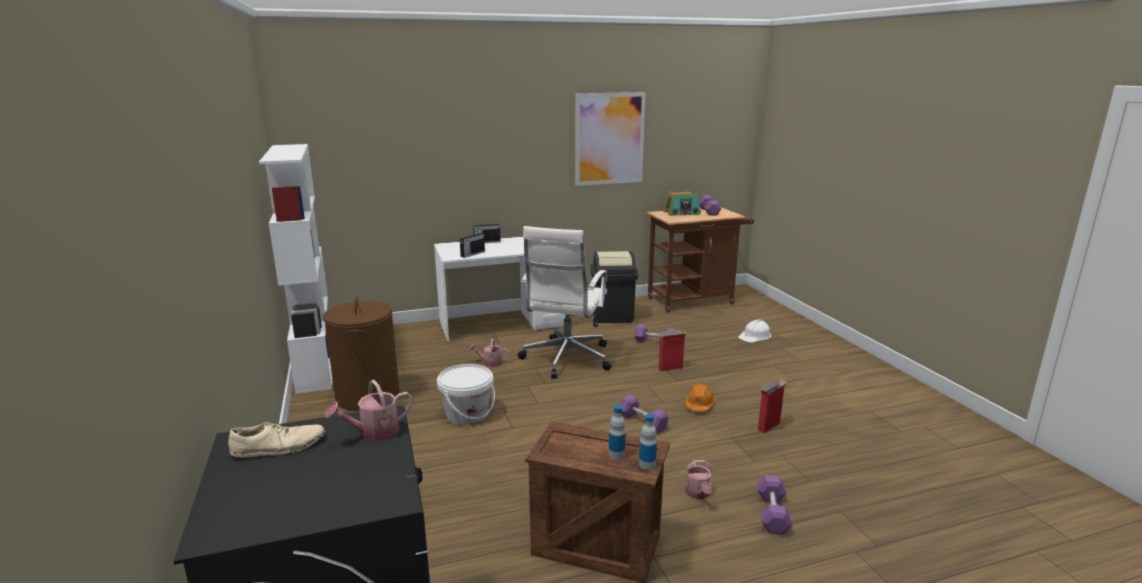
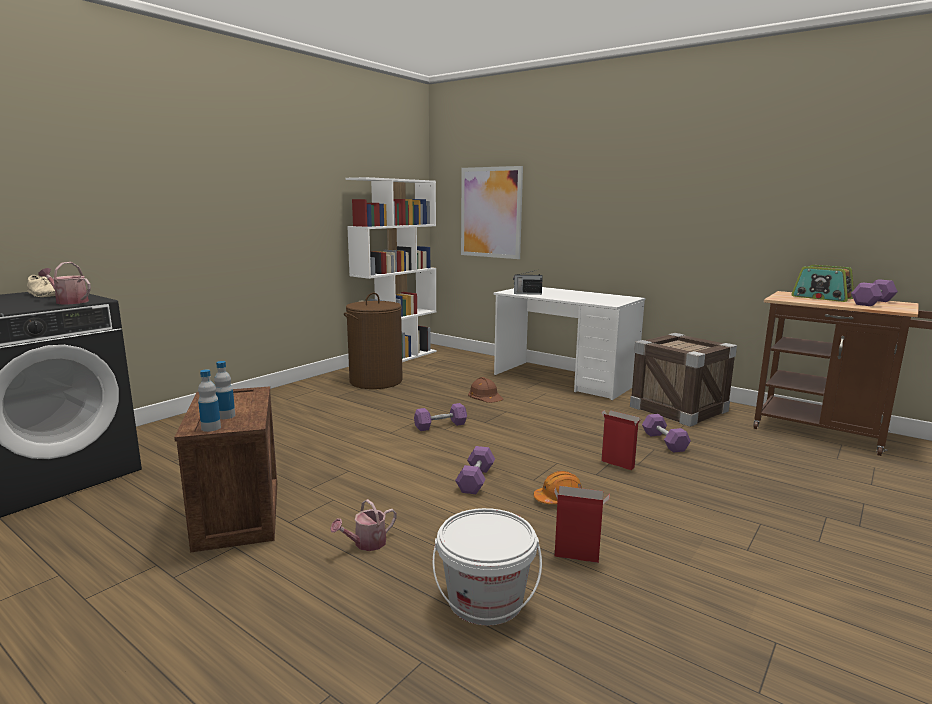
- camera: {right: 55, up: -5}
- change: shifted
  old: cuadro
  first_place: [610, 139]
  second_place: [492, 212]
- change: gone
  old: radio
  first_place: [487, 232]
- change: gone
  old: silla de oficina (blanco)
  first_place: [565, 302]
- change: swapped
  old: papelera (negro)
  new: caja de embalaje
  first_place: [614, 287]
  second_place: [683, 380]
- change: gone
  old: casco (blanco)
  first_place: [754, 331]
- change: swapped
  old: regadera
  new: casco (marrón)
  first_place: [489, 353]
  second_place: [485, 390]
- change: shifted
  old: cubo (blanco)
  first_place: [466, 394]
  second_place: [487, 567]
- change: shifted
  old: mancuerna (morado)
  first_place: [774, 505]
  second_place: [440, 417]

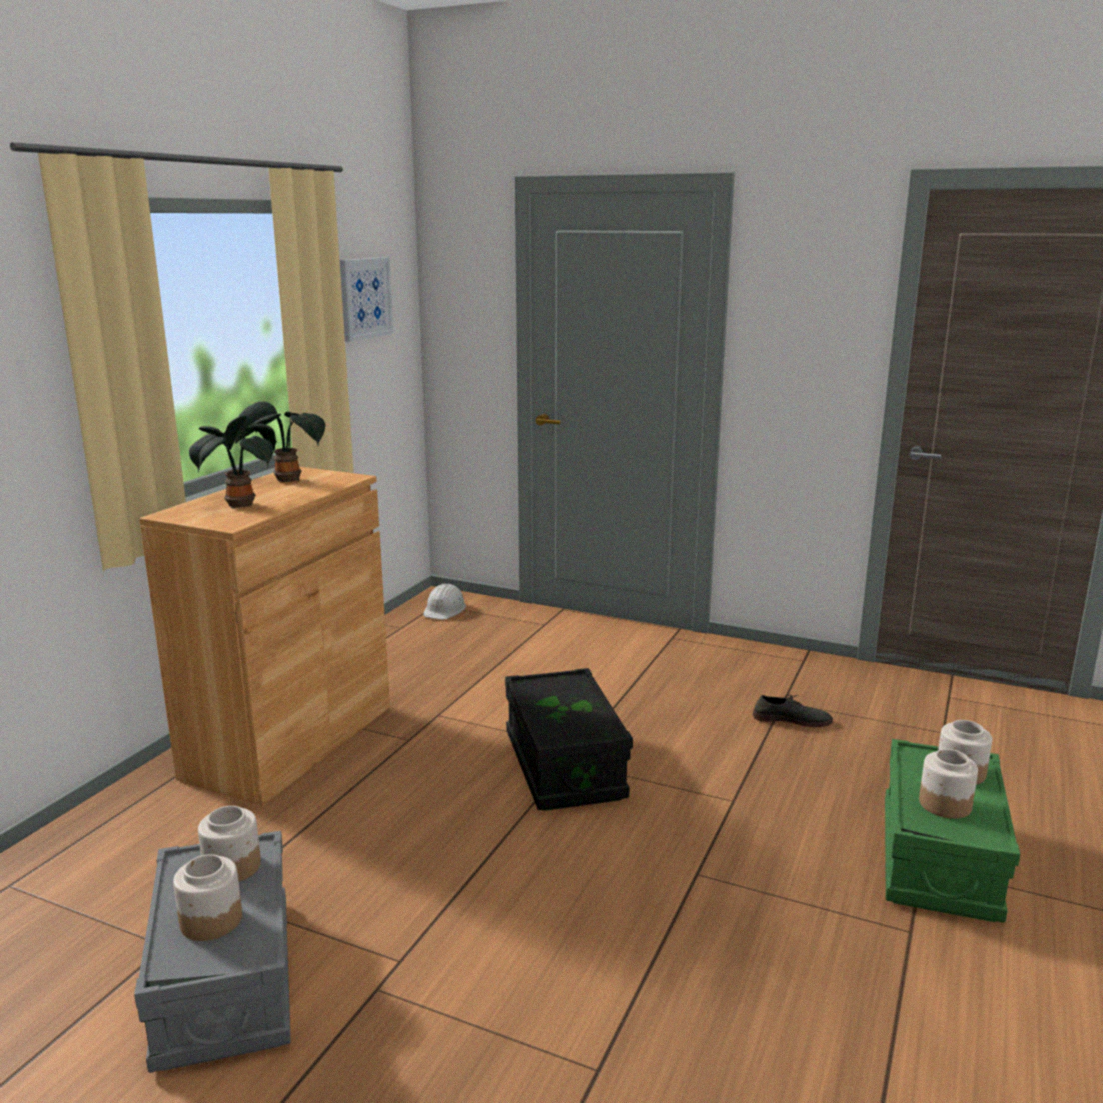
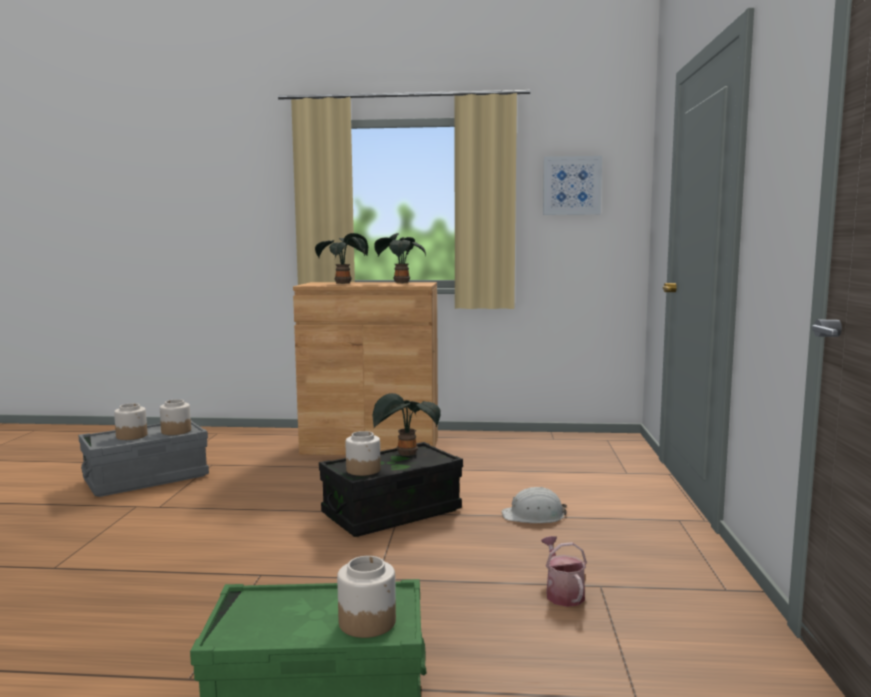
- camera: {right: 70, up: -10}
- change: shifted
  old: casco (blanco)
  first_place: [444, 602]
  second_place: [534, 505]
- change: swapped
  old: zapato (gris)
  new: regadera
  first_place: [793, 710]
  second_place: [564, 571]
- change: shifted
  old: tarro
  first_place: [948, 784]
  second_place: [363, 453]
- change: new
  new: planta en maceta
  second_place: [407, 424]

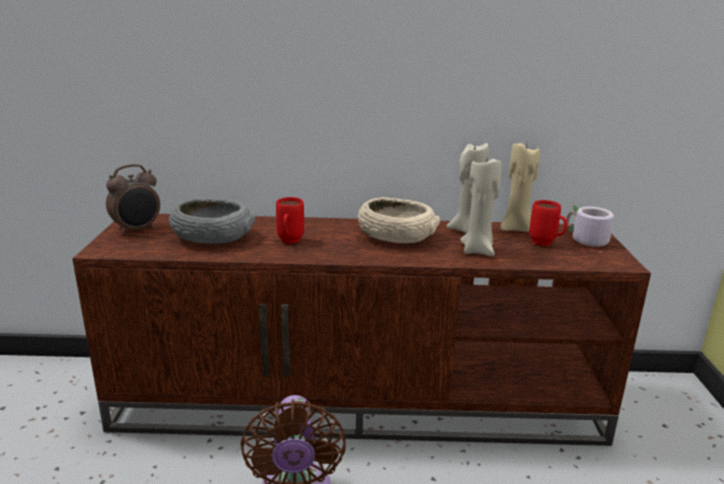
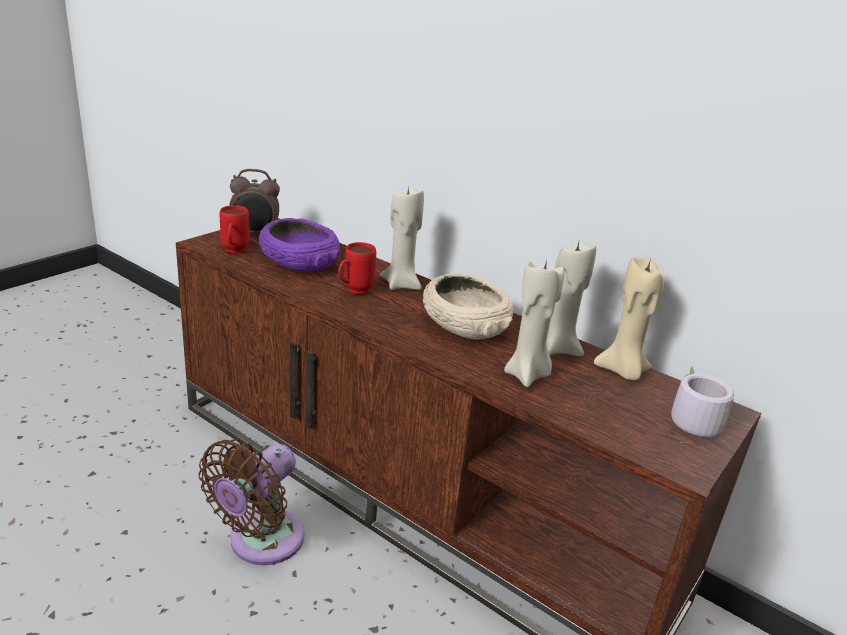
- camera: {right: 35, up: 5}
- change: repainted
  old: cuenco (gris)
  new: cuenco (morado)
  first_place: [212, 221]
  second_place: [299, 245]
- change: shifted
  old: taza grande (rojo)
  first_place: [548, 223]
  second_place: [235, 229]
- change: new
  new: vela (beis)
  second_place: [402, 238]

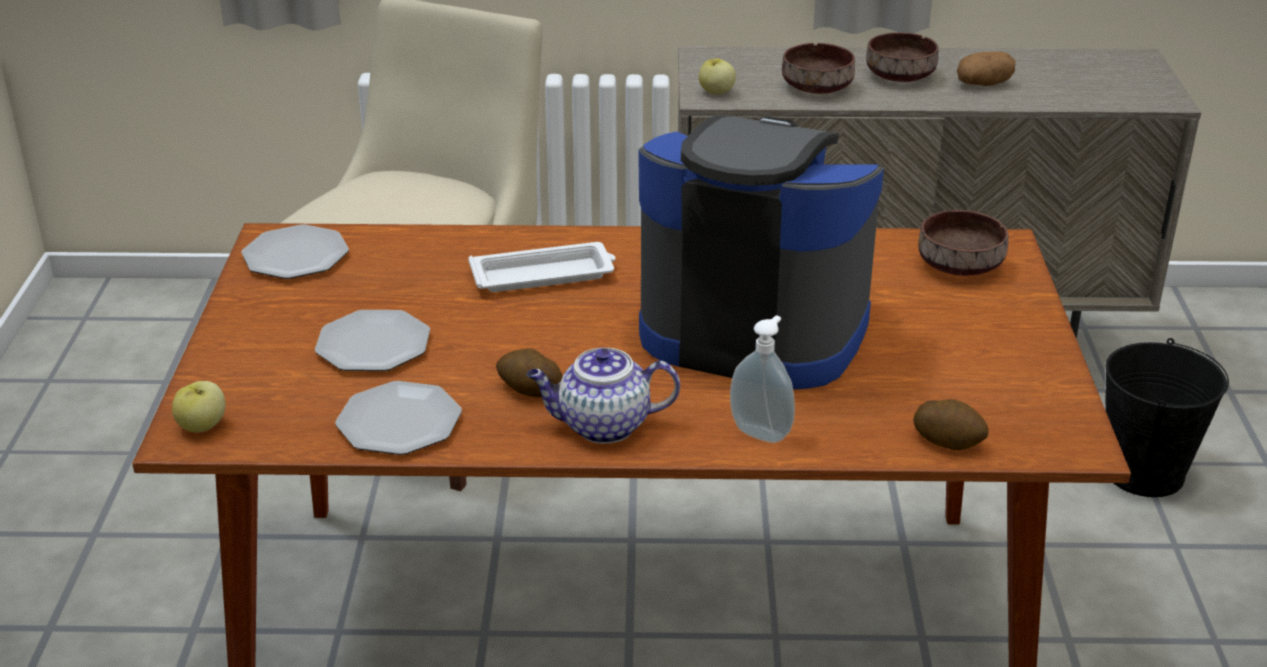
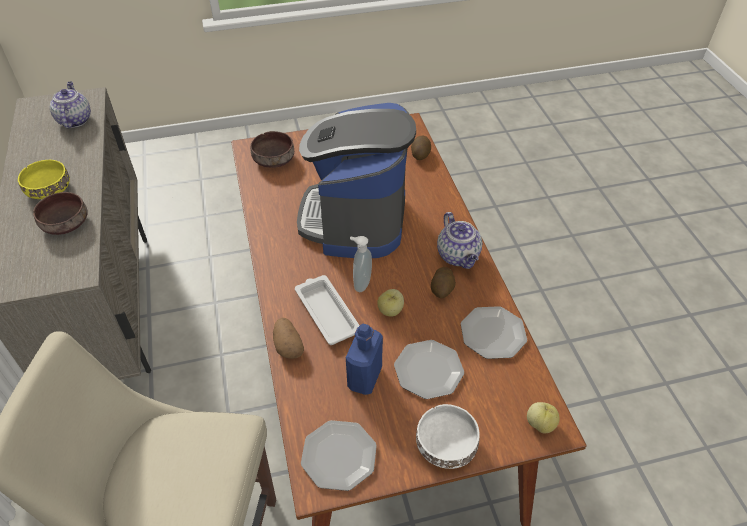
- camera: {right: -105, up: 15}
- change: repainted
  old: cuenco (marrón)
  new: cuenco (amarillo)
  first_place: [902, 57]
  second_place: [44, 179]
- change: shifted
  old: patata
  first_place: [986, 69]
  second_place: [288, 338]
- change: shifted
  old: manzana
  first_place: [717, 77]
  second_place: [390, 303]
- change: shifted
  old: dispensador de jabón
  first_place: [762, 379]
  second_place: [361, 264]
- change: gone
  old: cubo (negro)
  first_place: [1167, 417]
- change: new
  new: tetera
  second_place: [70, 105]
- change: new
  new: botella (azul)
  second_place: [364, 359]
- change: new
  new: cuenco (blanco)
  second_place: [448, 436]

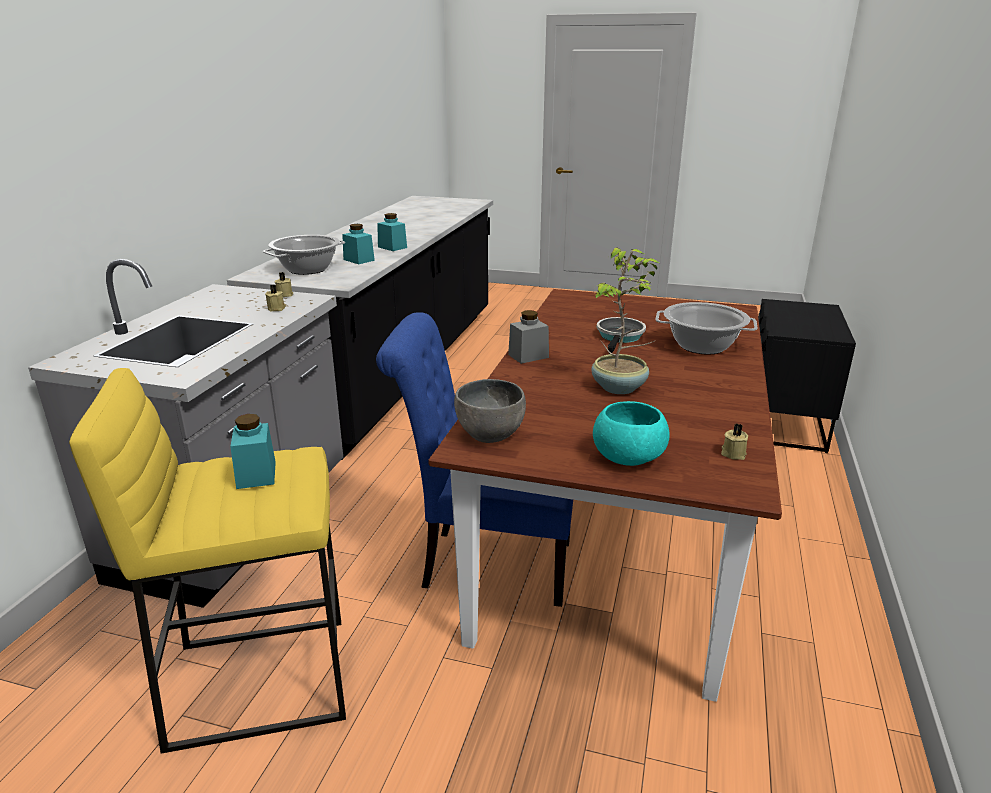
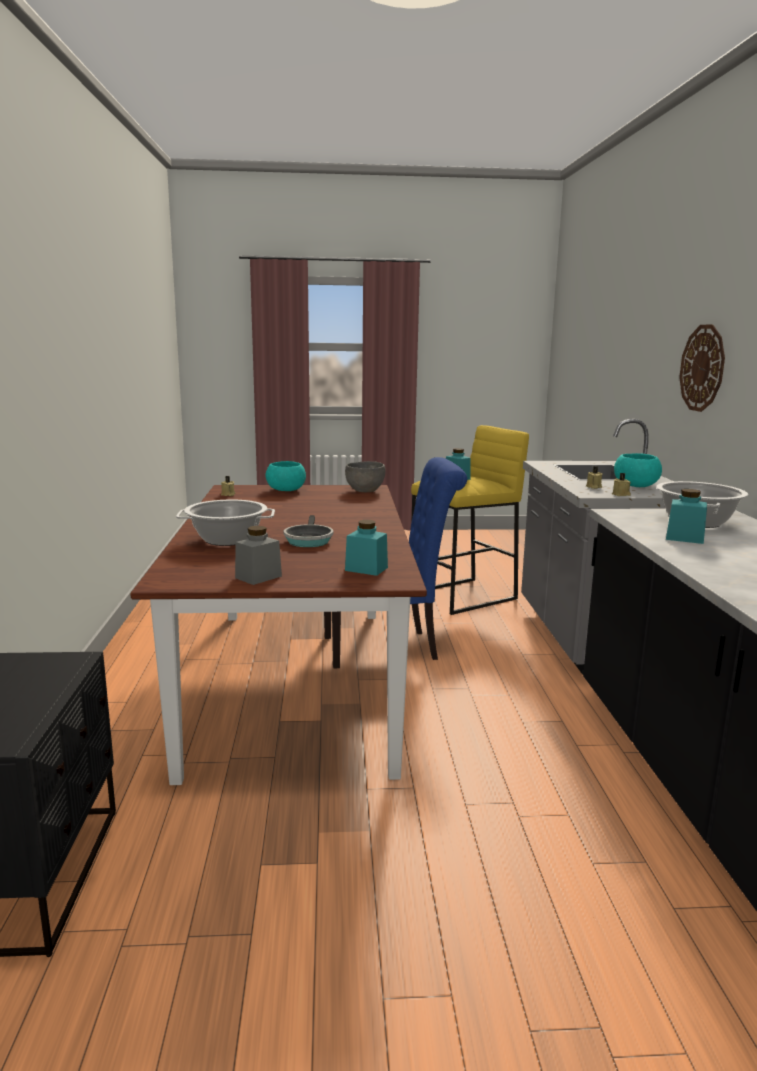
- camera: {right: 160, up: -10}
- change: shifted
  old: tarro (turquesa)
  first_place: [392, 232]
  second_place: [366, 548]
- change: gone
  old: planta en maceta
  first_place: [626, 320]
- change: shifted
  old: tarro (gris)
  first_place: [528, 337]
  second_place: [258, 555]
- change: new
  new: reloj de pared
  second_place: [702, 368]
- change: new
  new: cuenco (turquesa)
  second_place: [638, 470]

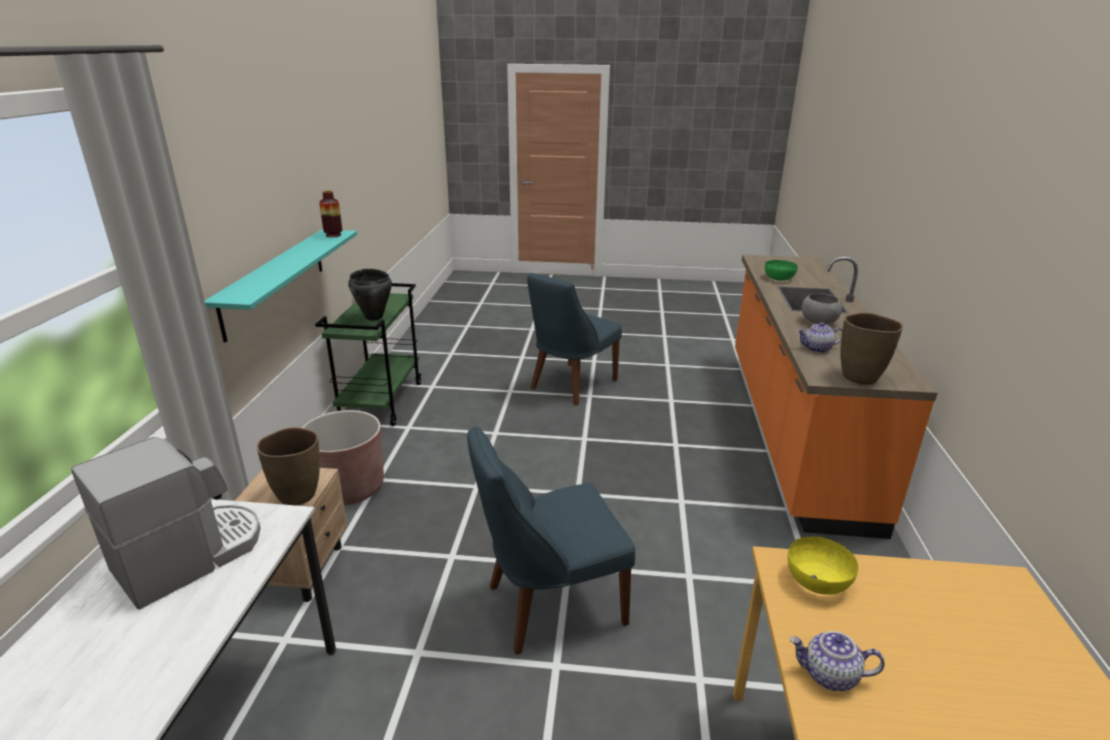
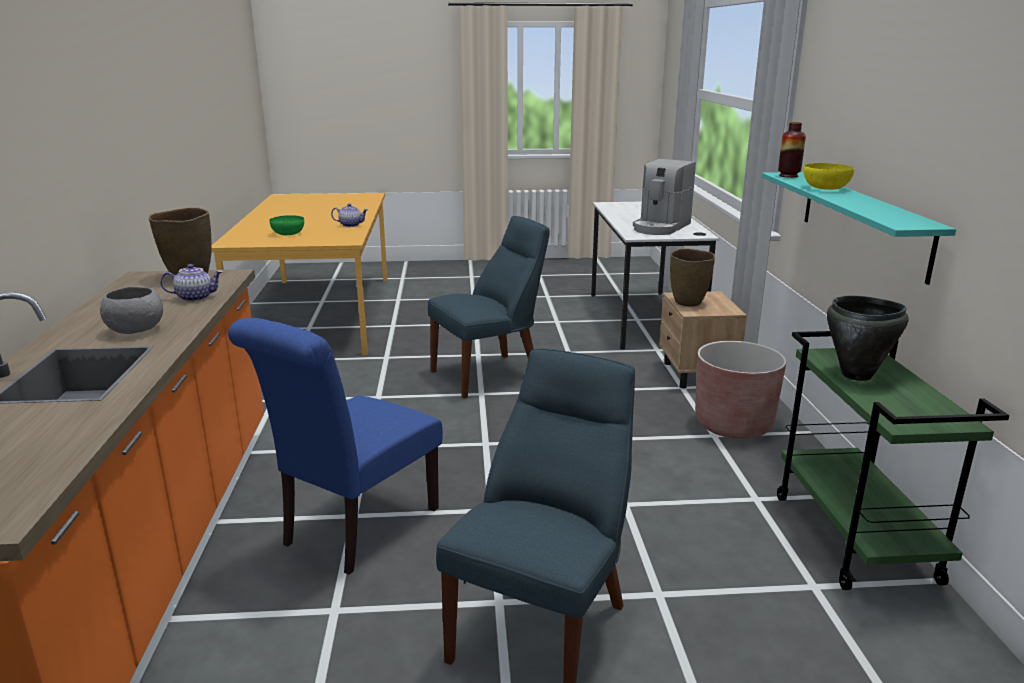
- camera: {right: 170, up: -5}
- change: shifted
  old: florero
  first_place: [330, 214]
  second_place: [792, 150]
- change: shifted
  old: cuenco (verde)
  first_place: [781, 270]
  second_place: [286, 225]
- change: shifted
  old: cuenco (amarillo)
  first_place: [823, 566]
  second_place: [829, 176]
- change: new
  new: silla (azul)
  second_place: [335, 446]

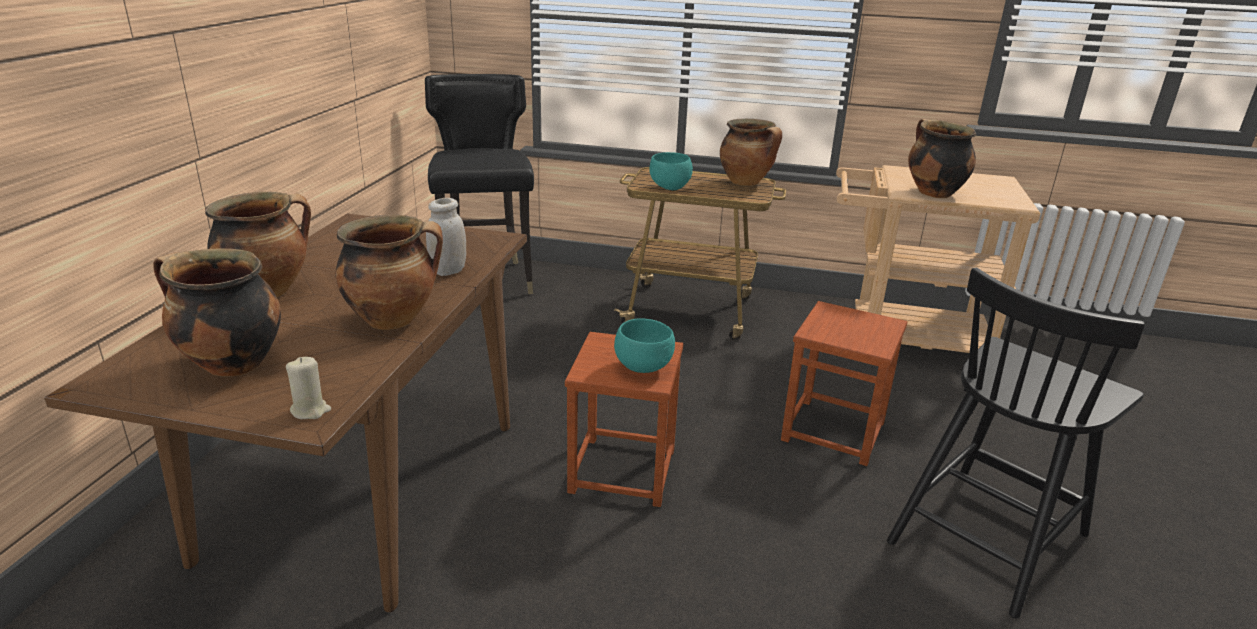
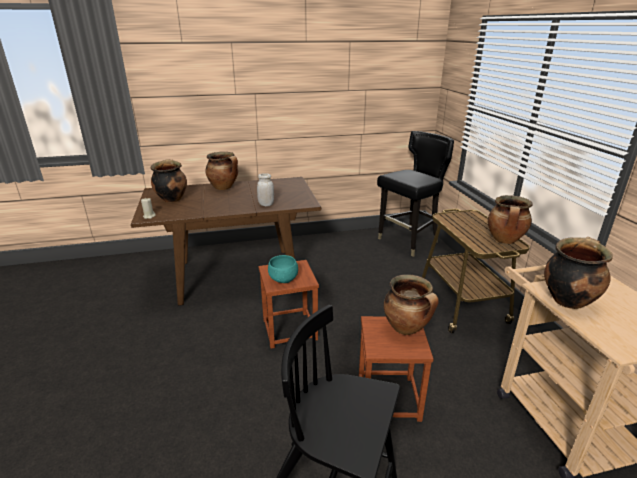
- camera: {right: 65, up: 0}
- change: gone
  old: cuenco (turquesa)
  first_place: [671, 171]
- change: shifted
  old: olla
  first_place: [389, 272]
  second_place: [411, 304]

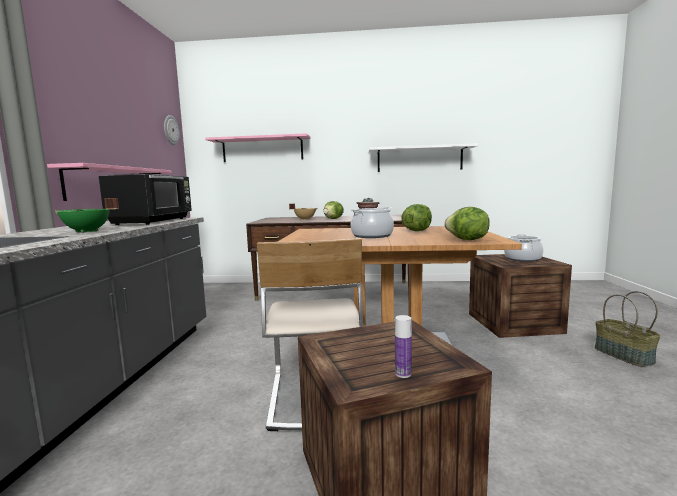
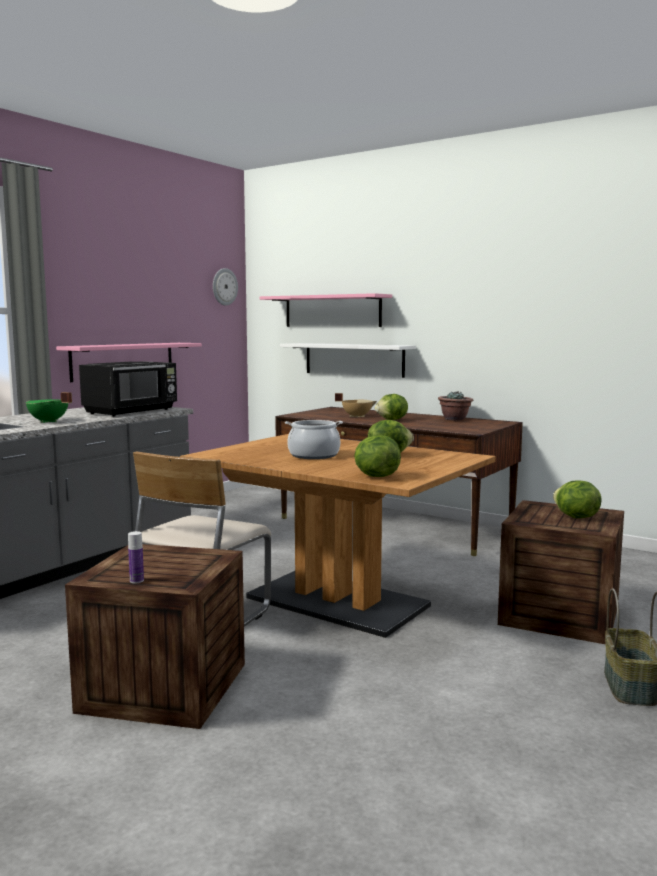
- camera: {right: 30, up: 0}
- change: shifted
  old: estante (blanco)
  first_place: [423, 157]
  second_place: [348, 360]
- change: swapped
  old: olla
  new: lechuga
  first_place: [523, 248]
  second_place: [577, 499]

